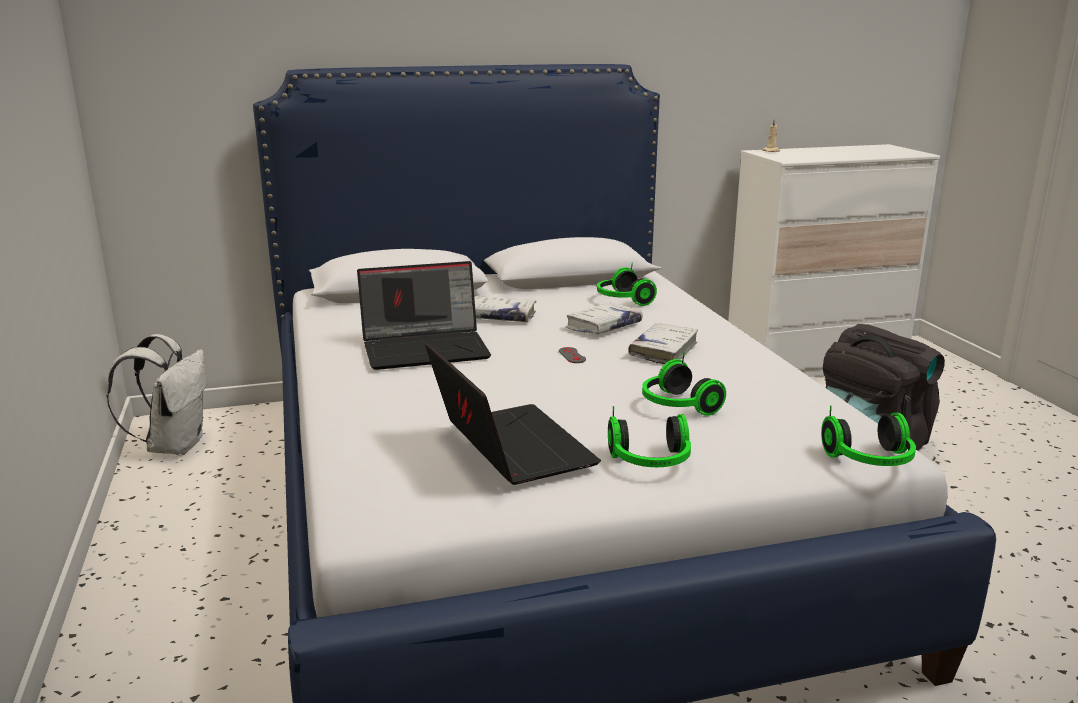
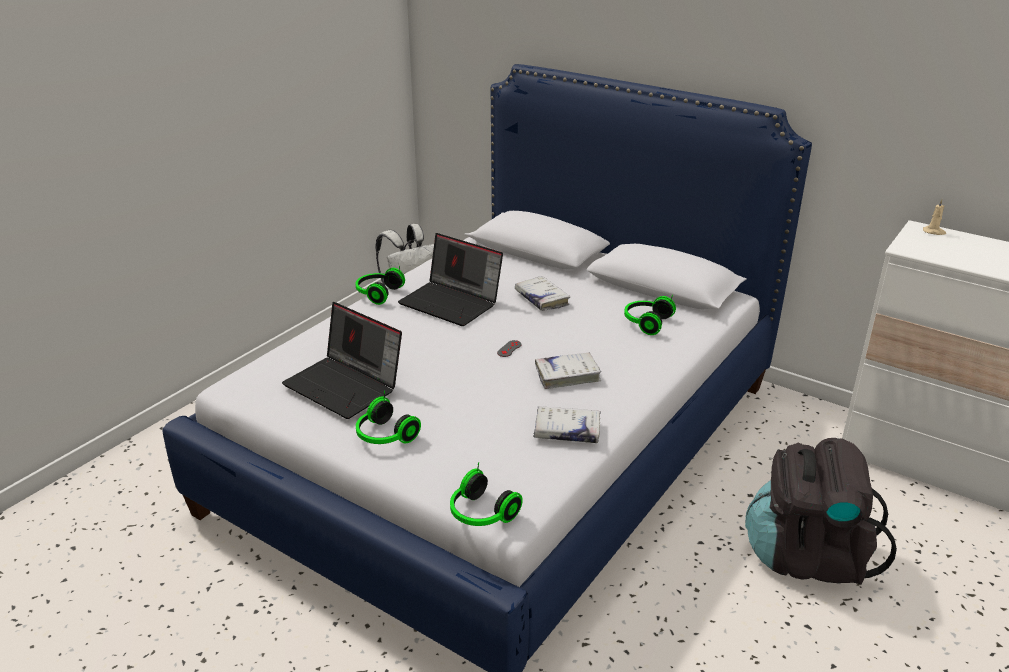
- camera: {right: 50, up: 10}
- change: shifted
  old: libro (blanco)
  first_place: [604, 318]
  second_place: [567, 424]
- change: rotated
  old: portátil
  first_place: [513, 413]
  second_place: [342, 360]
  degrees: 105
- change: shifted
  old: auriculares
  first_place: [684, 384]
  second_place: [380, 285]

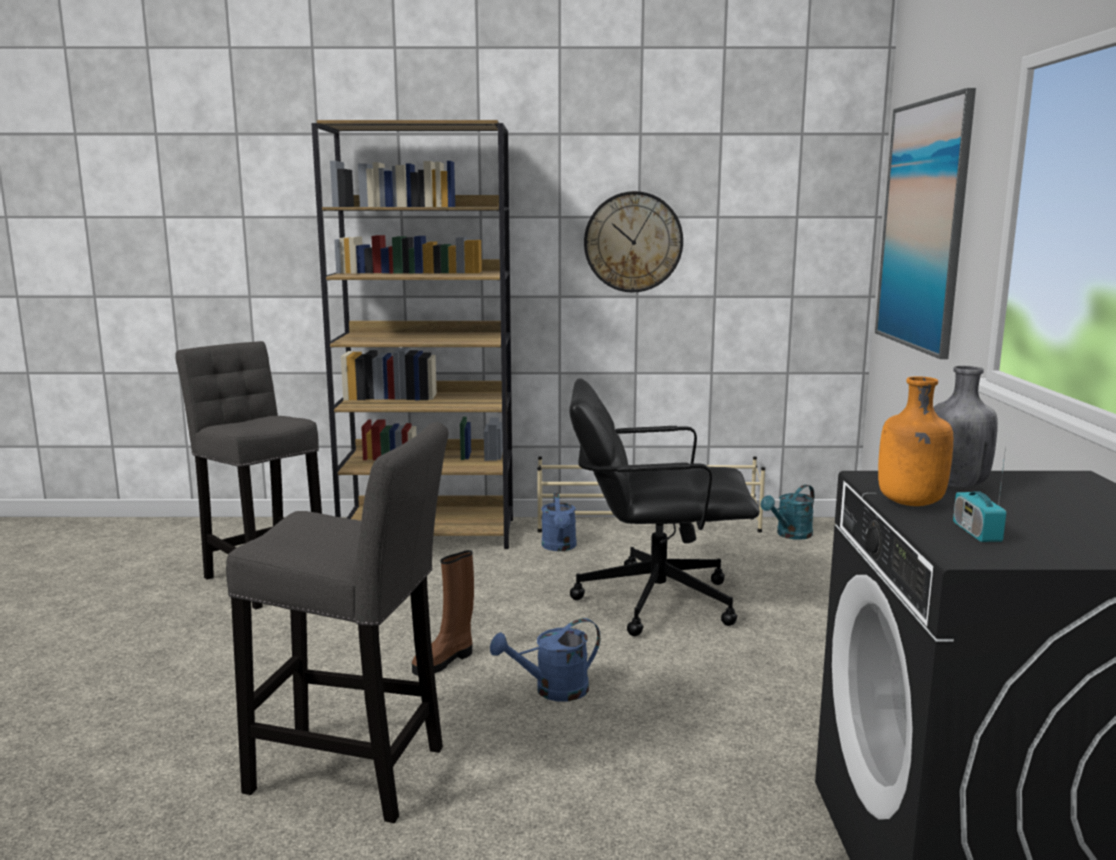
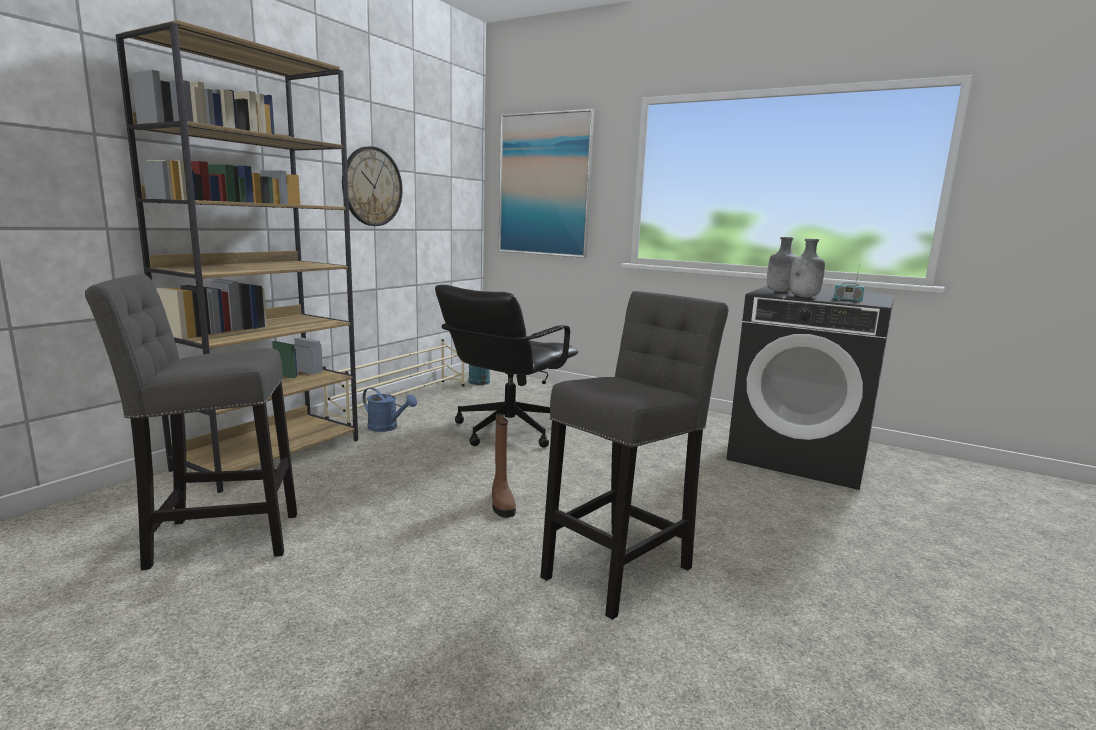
- camera: {right: -60, up: 0}
- change: repainted
  old: botella (naranja)
  new: botella (gris)
  first_place: [915, 441]
  second_place: [807, 268]
- change: gone
  old: regadera (azul)
  first_place: [545, 659]

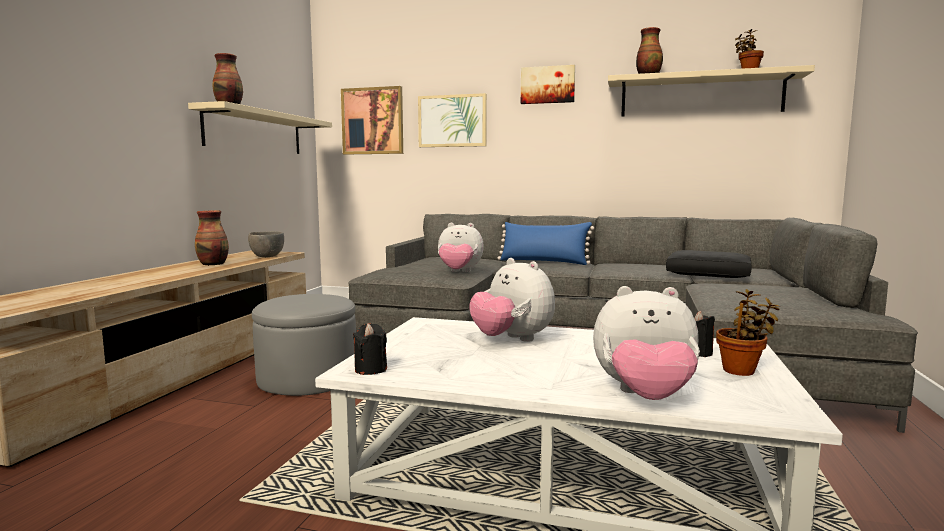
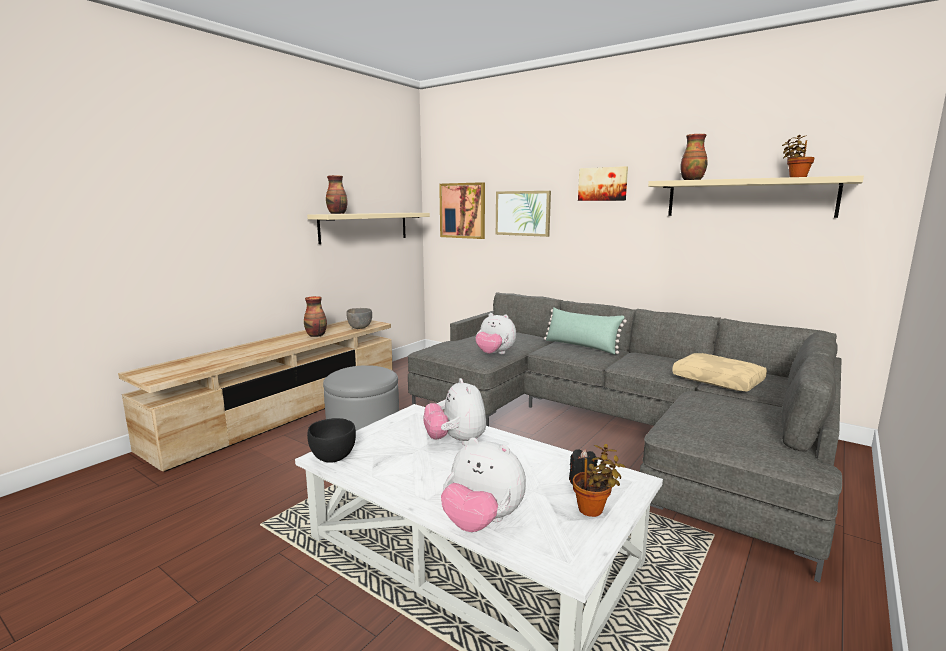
- camera: {right: 20, up: 5}
- change: repainted
  old: cojín (azul)
  new: cojín (verde)
  first_place: [546, 243]
  second_place: [585, 331]
- change: repainted
  old: cojín (negro)
  new: cojín (beis)
  first_place: [709, 264]
  second_place: [719, 372]
- change: swapped
  old: vela (negro)
  new: cuenco (negro)
  first_place: [370, 349]
  second_place: [331, 440]

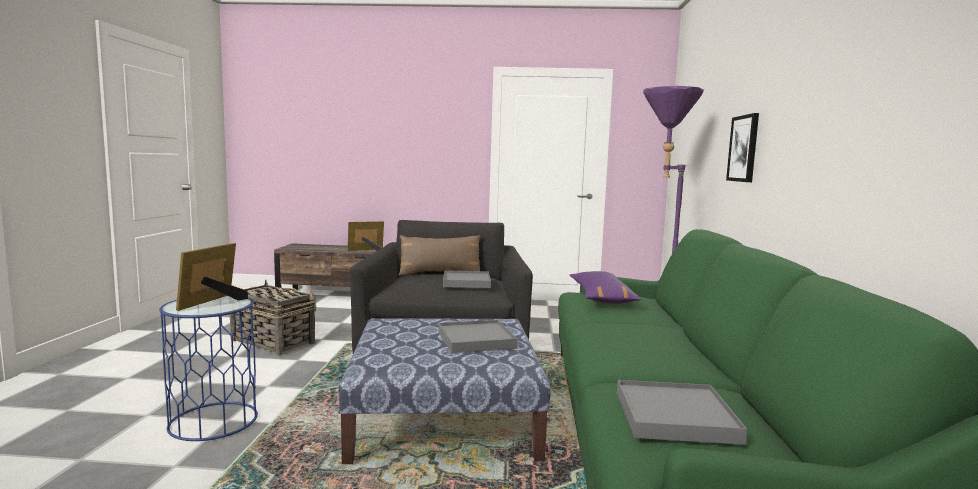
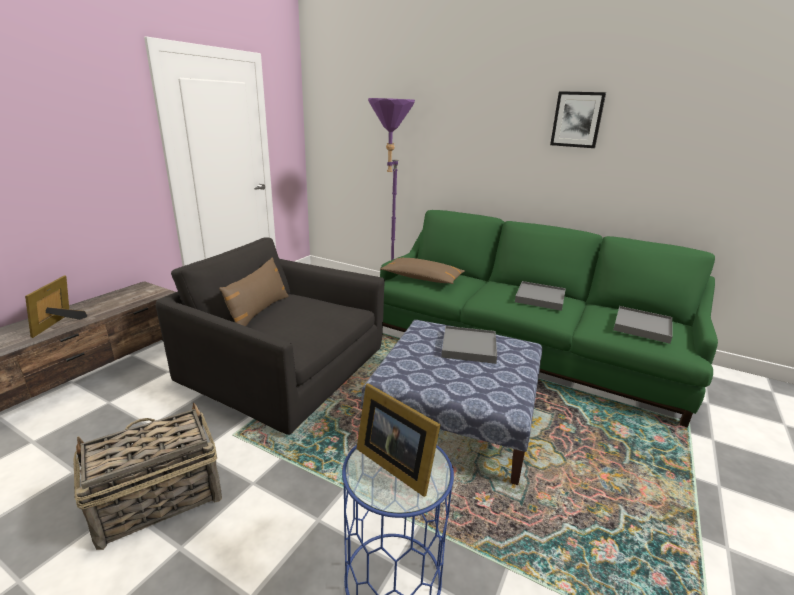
- camera: {right: -65, up: 15}
- change: shifted
  old: cuadro
  first_place: [742, 147]
  second_place: [578, 119]
- change: shifted
  old: bandeja (gris)
  first_place: [467, 279]
  second_place: [540, 296]
- change: repainted
  old: cojín (morado)
  new: cojín (marrón)
  first_place: [605, 287]
  second_place: [422, 271]

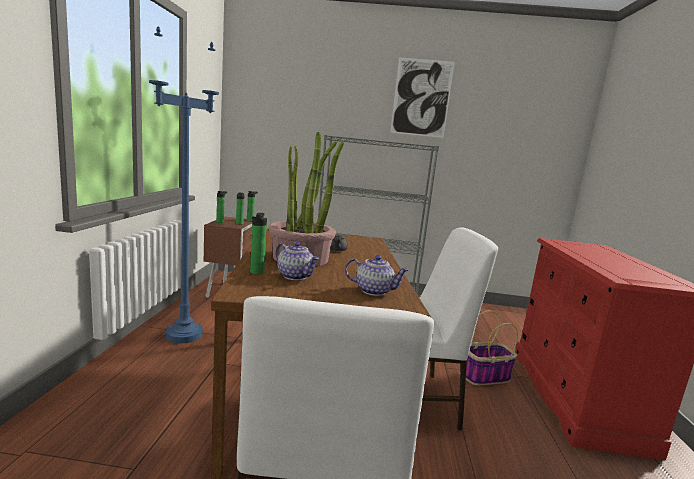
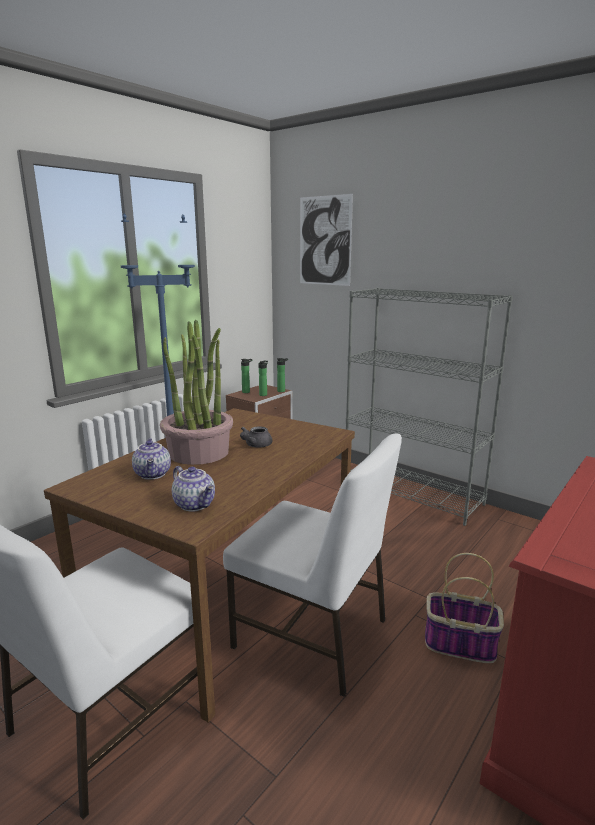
- camera: {right: 35, up: 5}
- change: shifted
  old: cuadro
  first_place: [422, 97]
  second_place: [326, 240]
- change: gone
  old: botella
  first_place: [258, 243]

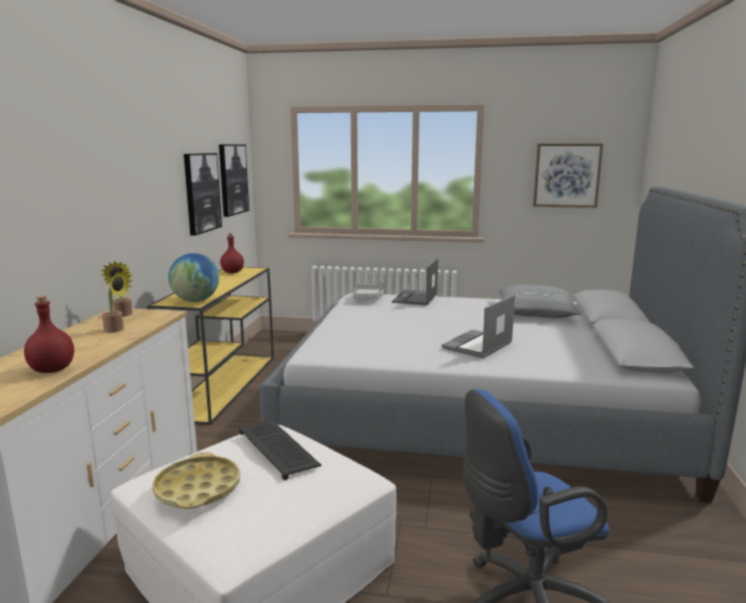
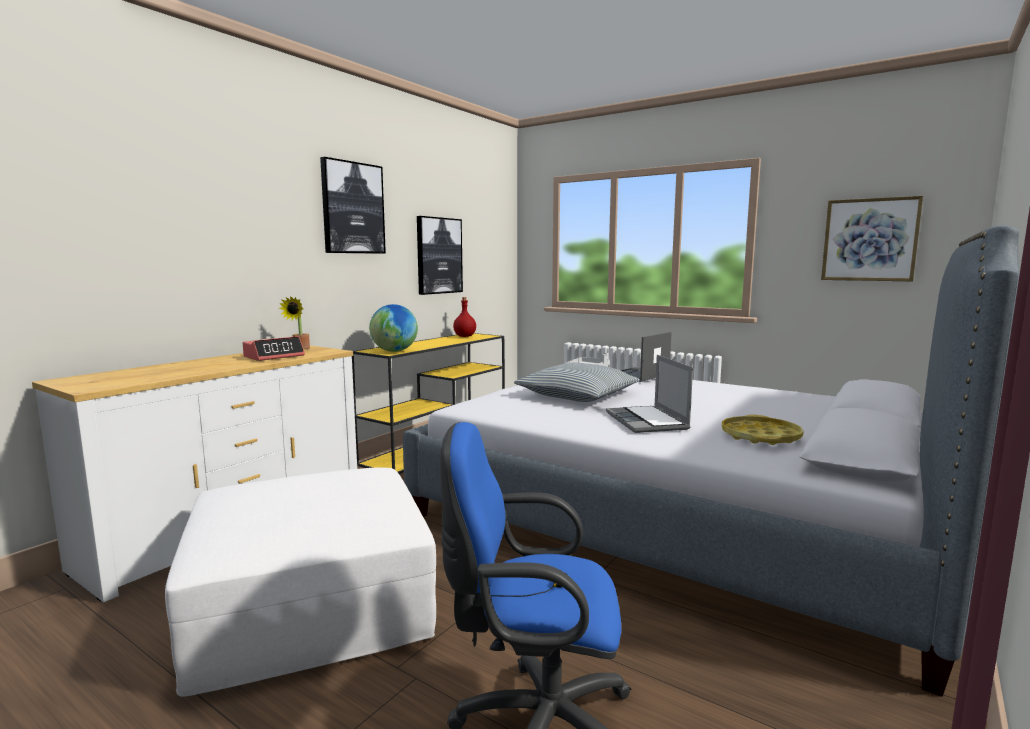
- camera: {right: 25, up: -5}
- change: shifted
  old: cuadro
  first_place: [234, 181]
  second_place: [353, 205]
- change: swapped
  old: planta en maceta
  new: despertador
  first_place: [117, 301]
  second_place: [274, 348]
- change: shifted
  old: cojín
  first_place: [540, 301]
  second_place: [577, 382]
- change: rotated
  old: portátil
  first_place: [478, 326]
  second_place: [649, 394]
  degrees: -75
- change: gone
  old: botella (rojo)
  first_place: [49, 334]
- change: gone
  old: teclado
  first_place: [280, 450]
- change: shifted
  old: bandeja (amarillo)
  first_place: [196, 480]
  second_place: [763, 429]

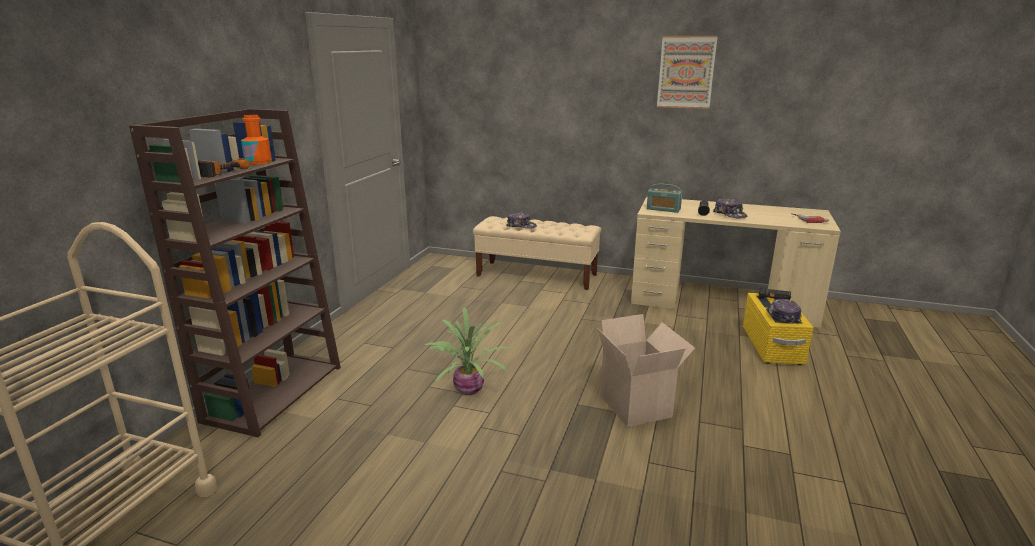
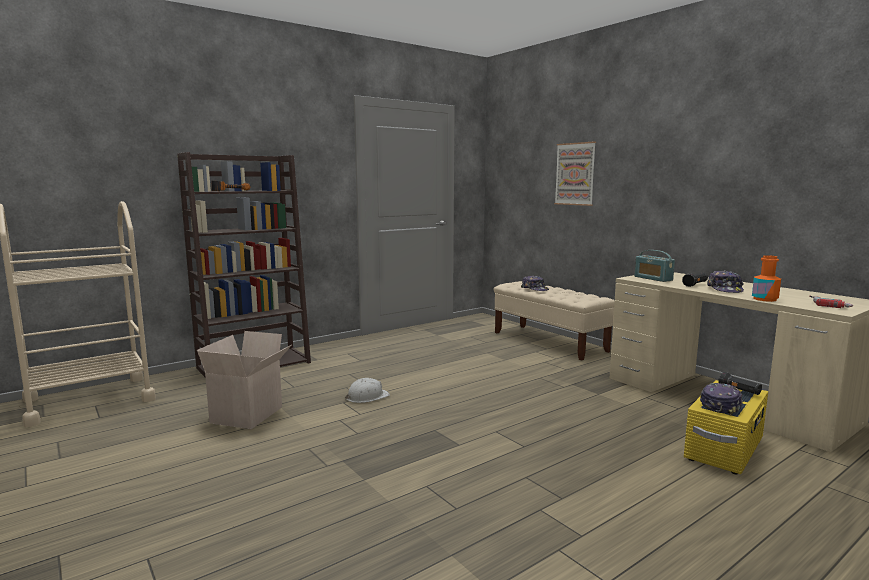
- camera: {right: 35, up: -10}
- change: shifted
  old: cuadro
  first_place: [687, 72]
  second_place: [575, 174]
- change: shifted
  old: botella (naranja)
  first_place: [256, 140]
  second_place: [766, 278]
- change: swapped
  old: planta en maceta
  new: casco (blanco)
  first_place: [469, 351]
  second_place: [367, 390]
- change: shifted
  old: caja de cartón
  first_place: [646, 370]
  second_place: [244, 380]

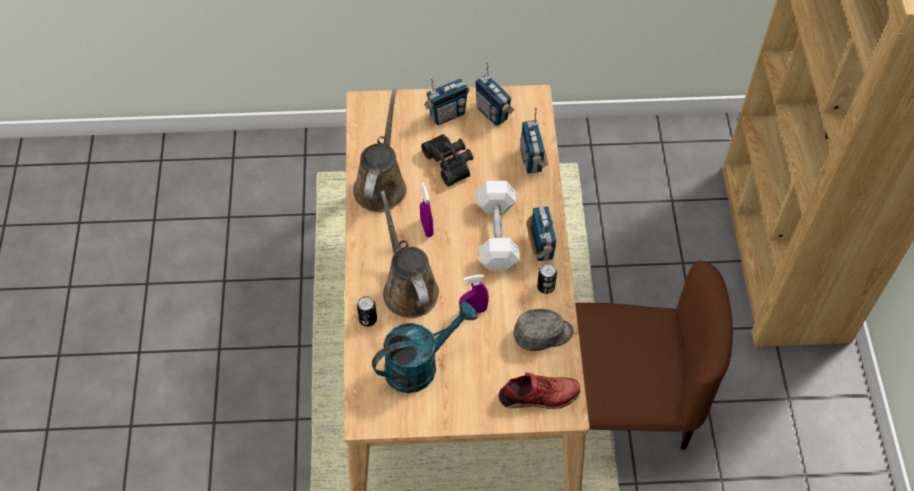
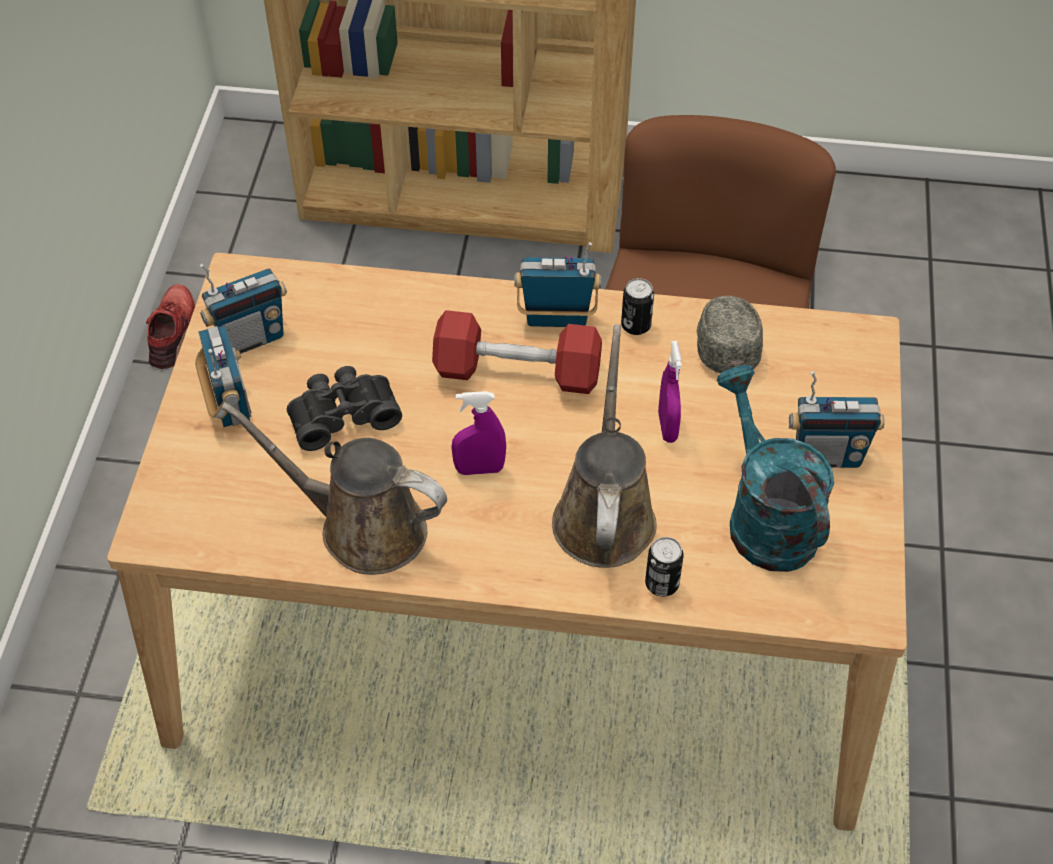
- camera: {right: -80, up: -5}
- change: shifted
  old: radio
  first_place: [534, 140]
  second_place: [837, 419]
- change: repainted
  old: mancuerna (blanco)
  new: mancuerna (rojo)
  first_place: [498, 226]
  second_place: [517, 352]
- change: rotated
  old: regadera (marrón)
  first_place: [410, 254]
  second_place: [604, 446]
  degrees: 105
- change: shifted
  old: zapato (rojo)
  first_place: [539, 391]
  second_place: [171, 326]

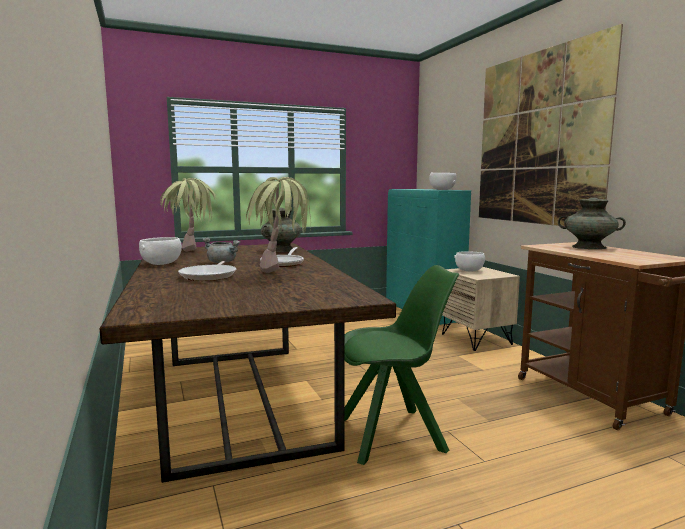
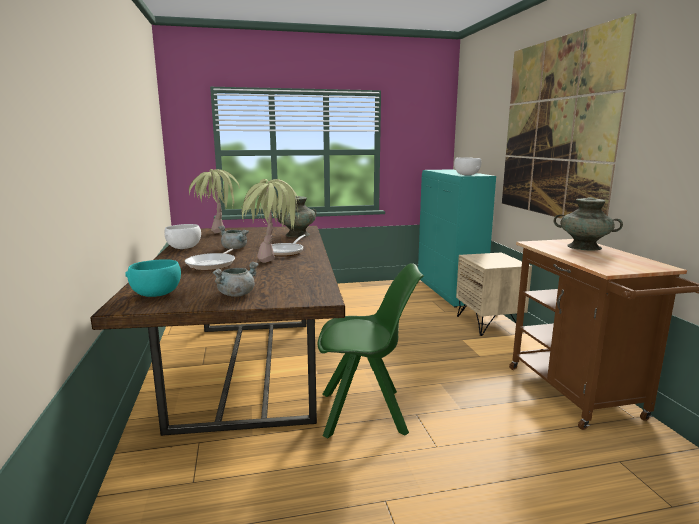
- camera: {right: 10, up: 5}
- change: gone
  old: cuenco (blanco)
  first_place: [469, 262]
- change: new
  new: cuenco (turquesa)
  second_place: [153, 278]
- change: new
  new: olla (gris)
  second_place: [235, 279]

